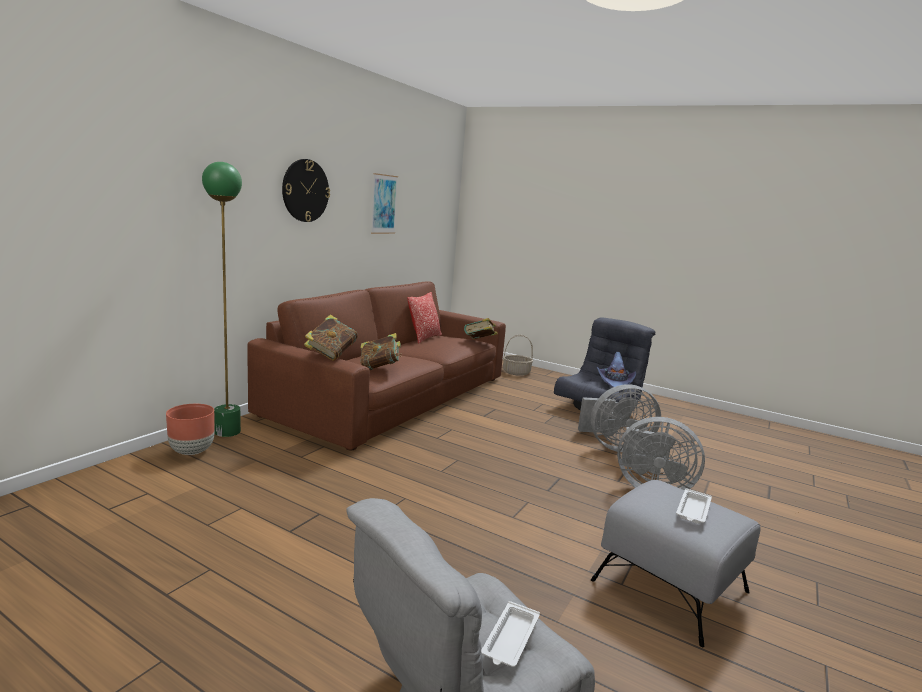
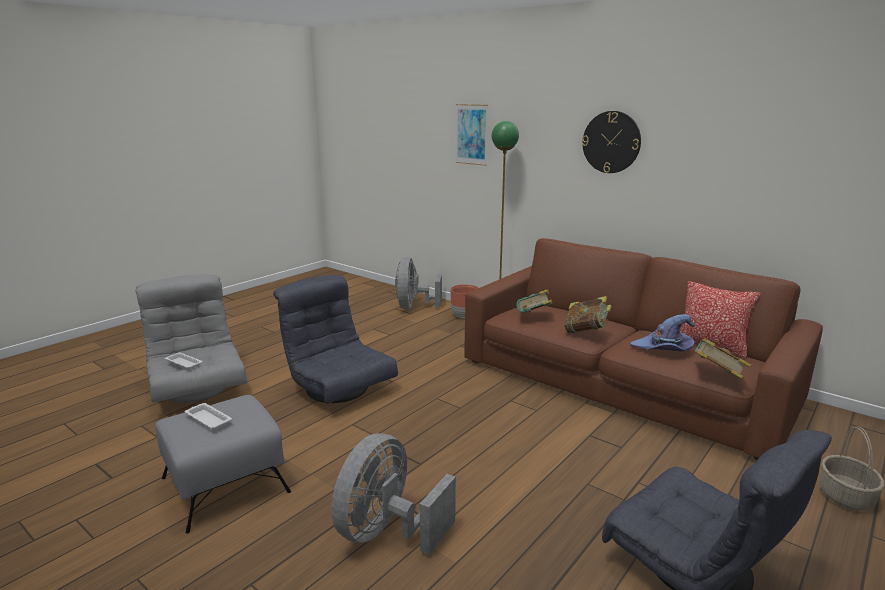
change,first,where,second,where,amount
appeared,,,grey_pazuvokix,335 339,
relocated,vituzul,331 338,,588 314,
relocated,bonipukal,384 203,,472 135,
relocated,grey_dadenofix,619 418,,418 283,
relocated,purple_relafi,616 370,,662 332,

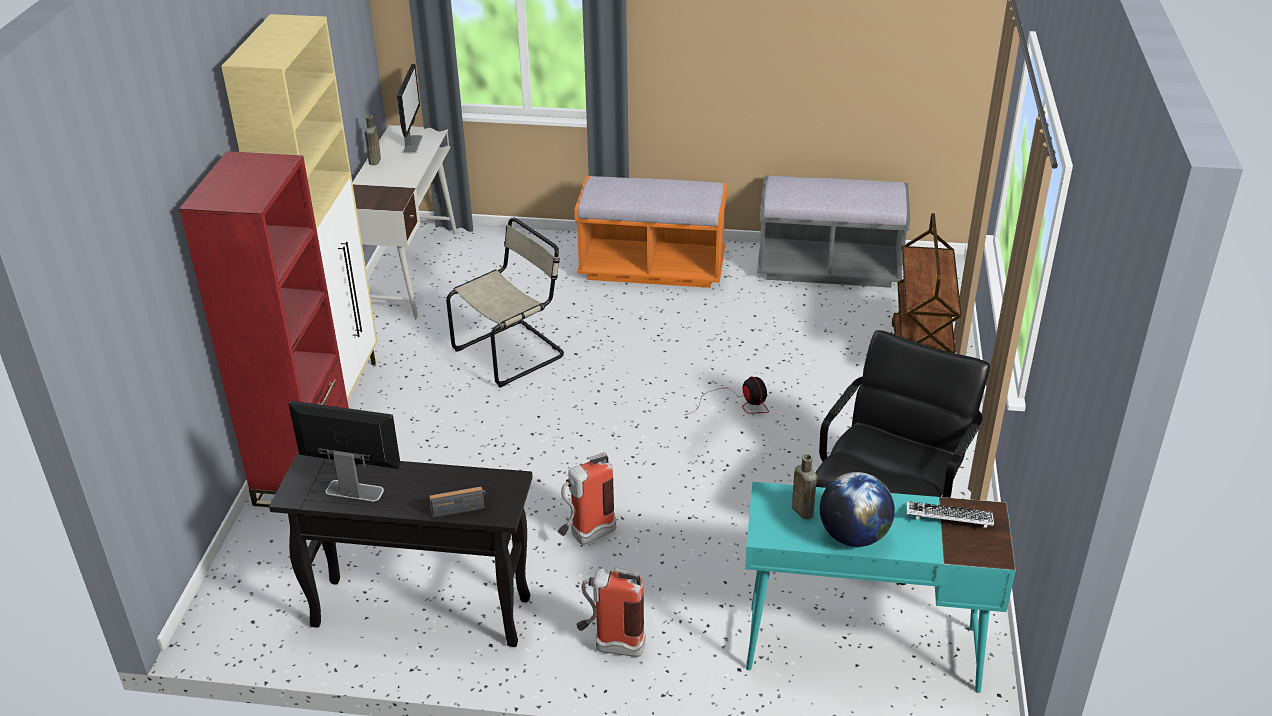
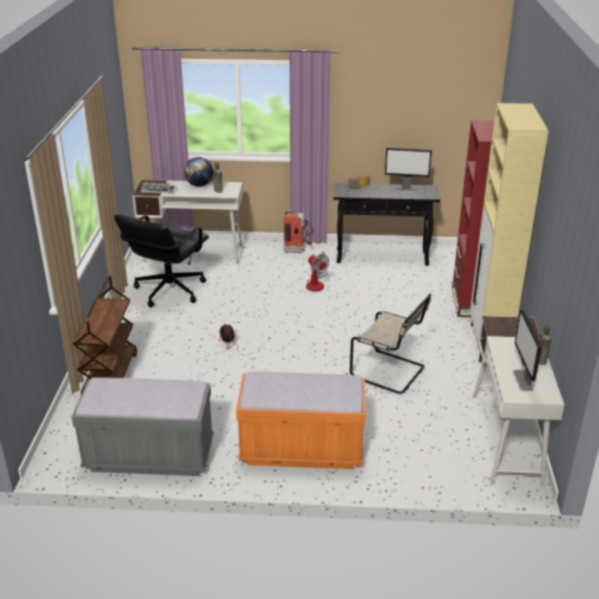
change,first,where,second,where,amount
exchanged,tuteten,587 498,dadenofix,317 271,
colour,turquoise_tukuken,880 587,white_tukuken,187 222,
spun,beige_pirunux,505 302,,390 344,105 degrees counterclockwise

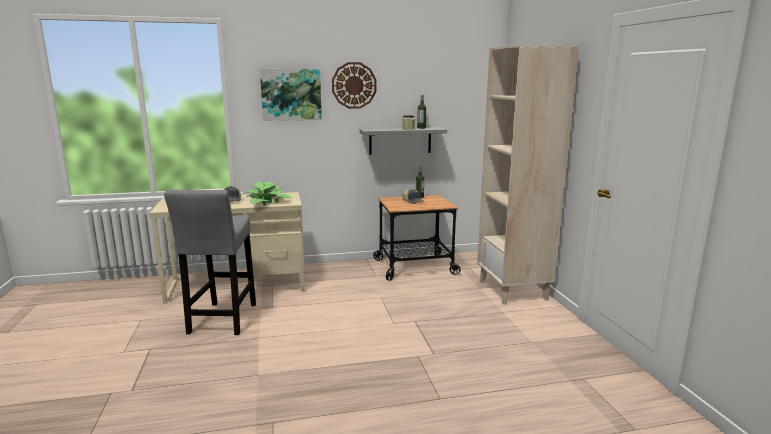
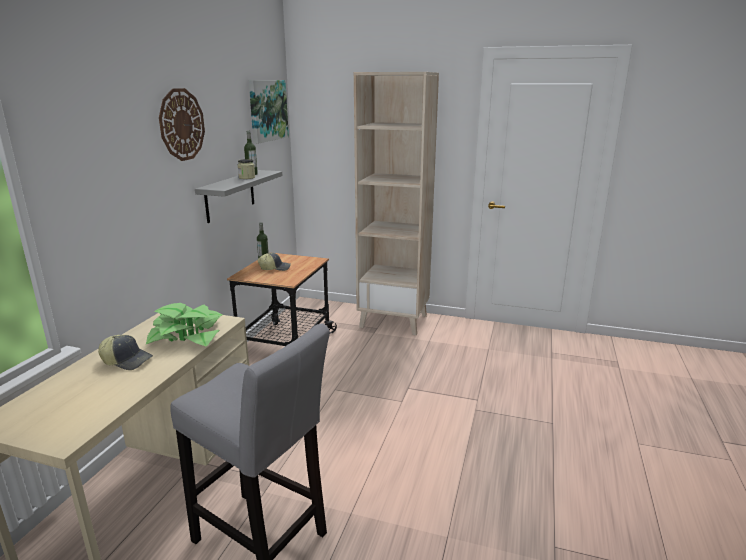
change,first,where,second,where,amount
relocated,bonipukal,291 95,,269 112,

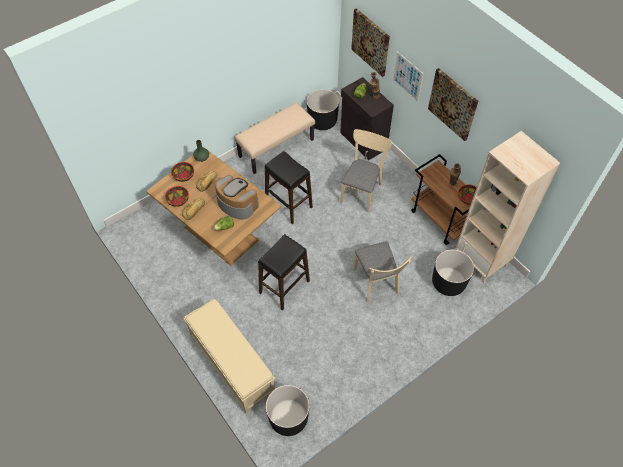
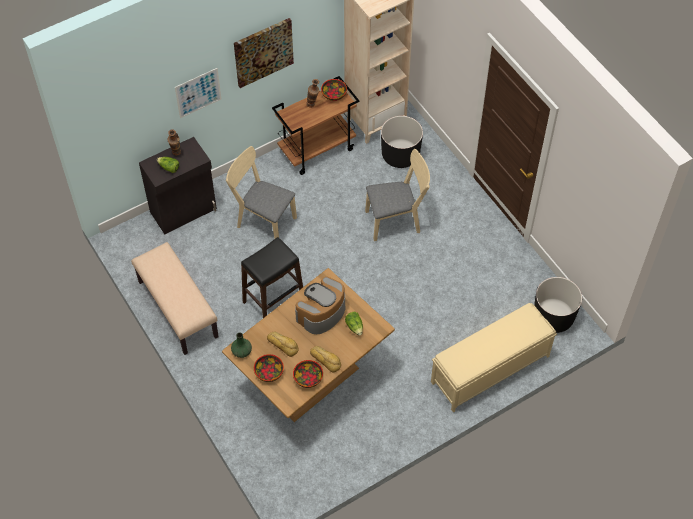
change,first,where,second,where,amount
missing,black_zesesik,284 272,,,
missing,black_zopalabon,323 109,,,
missing,bonipukal,370 42,,,

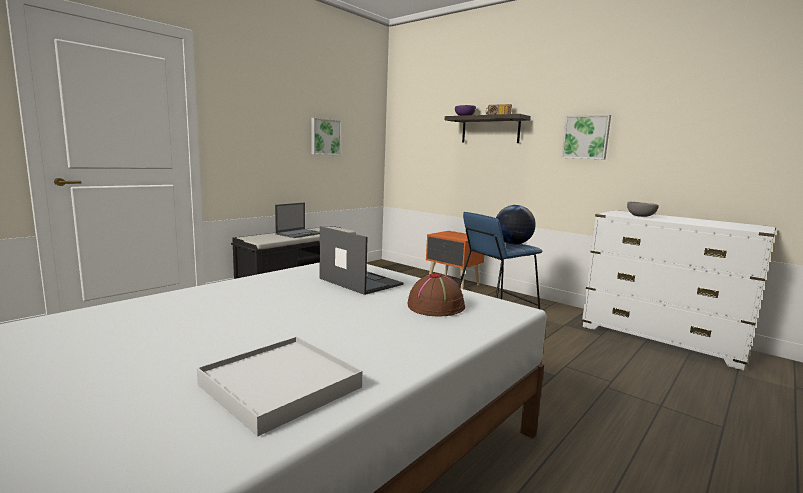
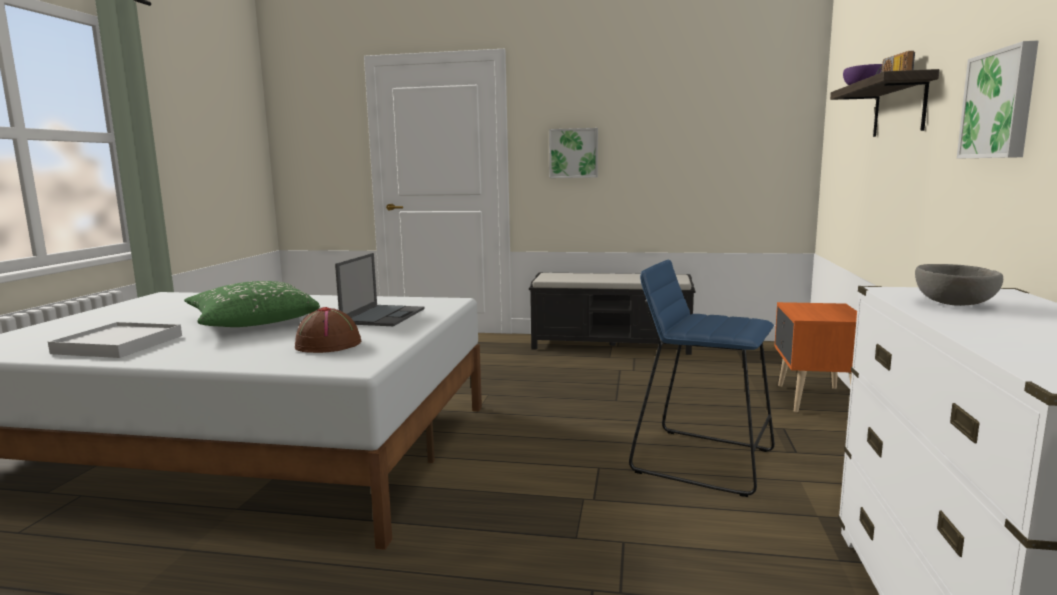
change,first,where,second,where,amount
missing,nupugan,297 220,,,
missing,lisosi,516 225,,,
appeared,,,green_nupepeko,252 304,
relocated,bonipukal,326 136,,573 153,

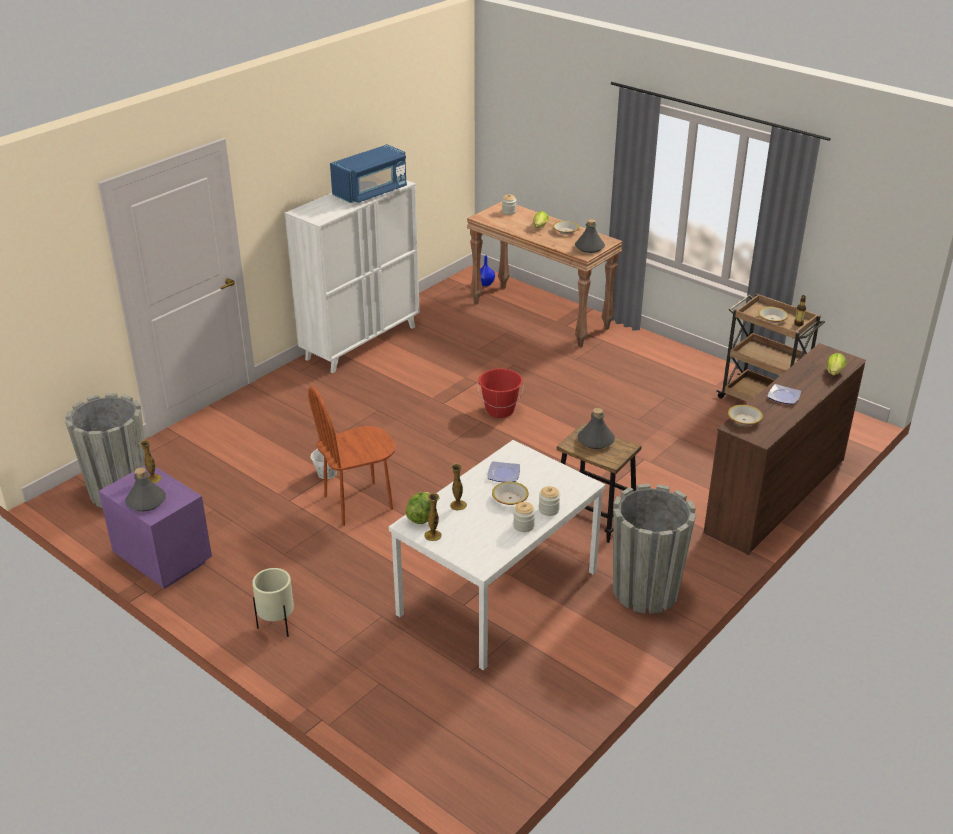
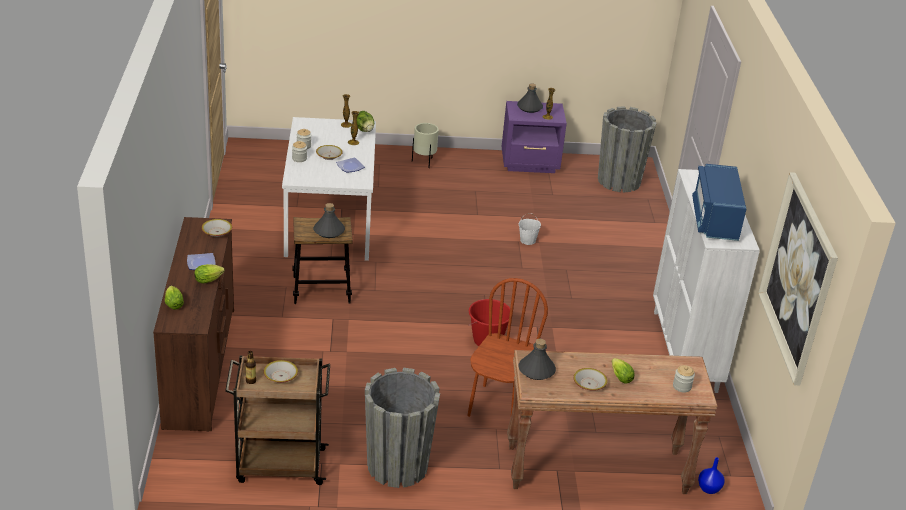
change,first,where,second,where,amount
appeared,,,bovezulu,209 274,
appeared,,,bonipukal,798 278,
relocated,brown_pirunux,352 456,,507 347,
relocated,grey_zopalabon,654 549,,402 427,

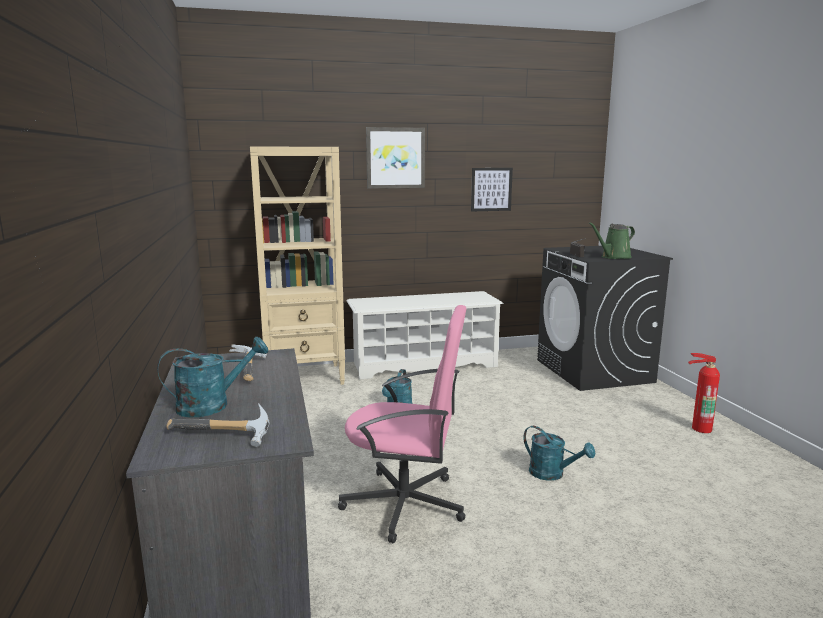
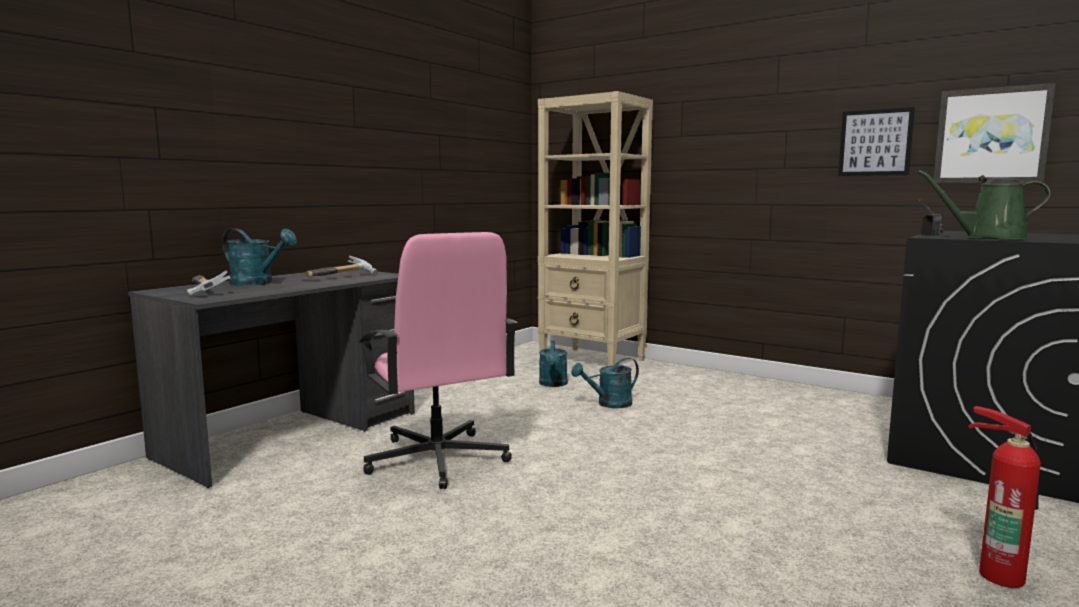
change,first,where,second,where,amount
missing,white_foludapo,425 335,,,
relocated,bonipukal,395 158,,995 133,
relocated,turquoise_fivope,559 453,,553 363,

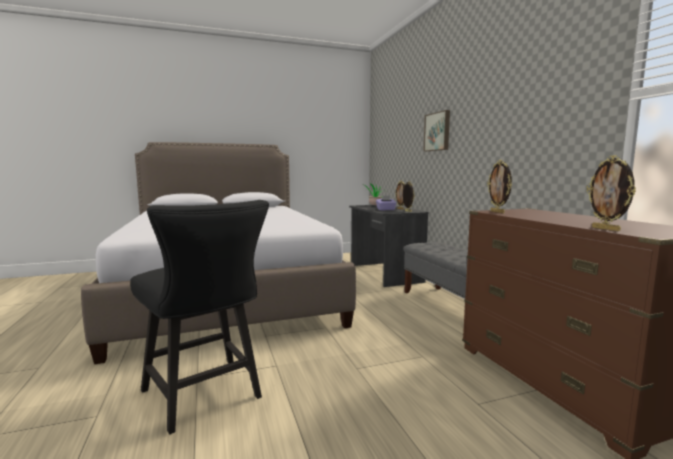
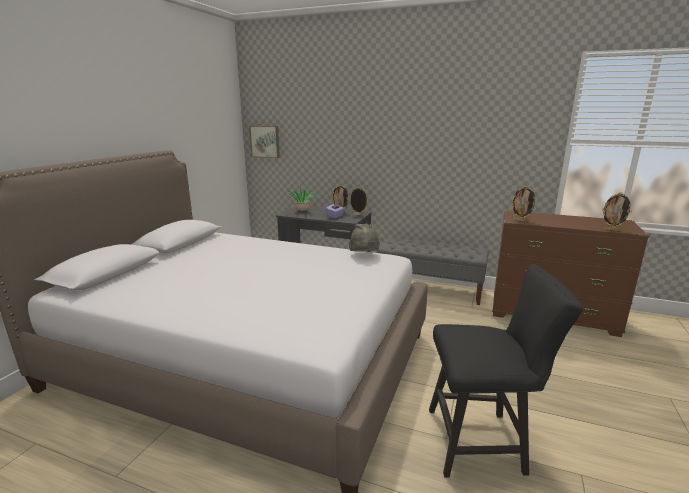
change,first,where,second,where,amount
appeared,,,grey_relafi,364 237,
relocated,bonipukal,436 130,,264 142,

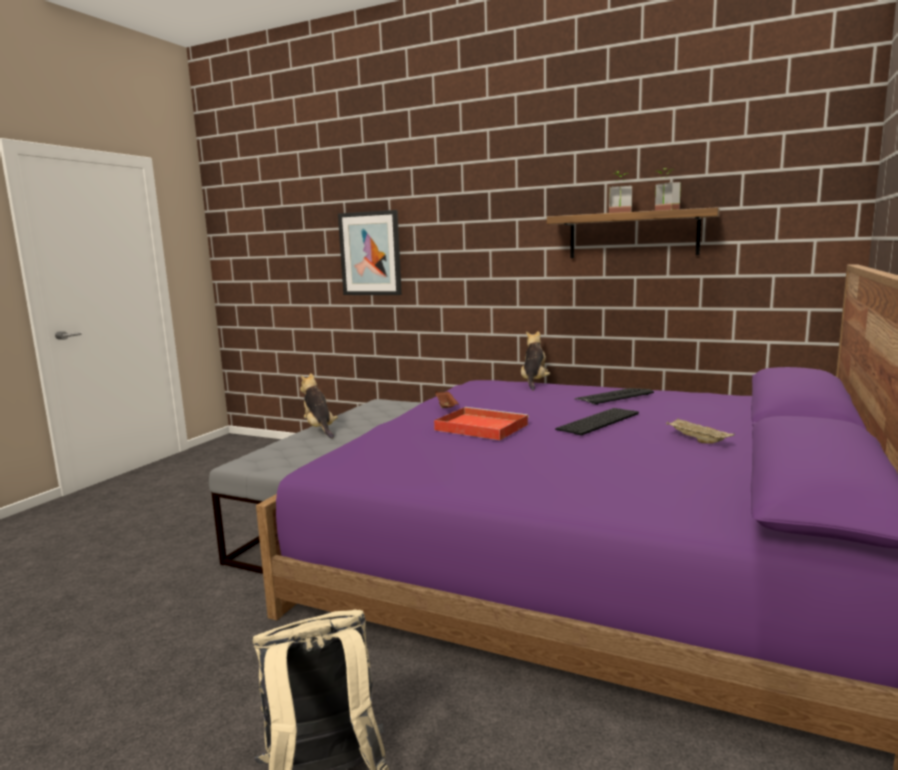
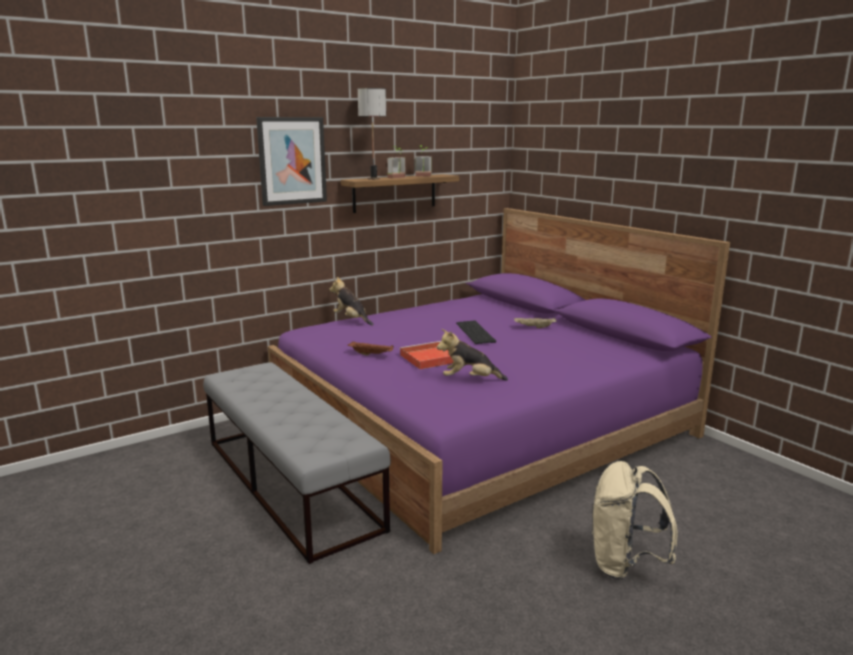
change,first,where,second,where,amount
missing,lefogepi,614 396,,,
appeared,,,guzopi,372 134,
relocated,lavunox,319 405,,472 355,
relocated,bonipukal,370 252,,291 161,

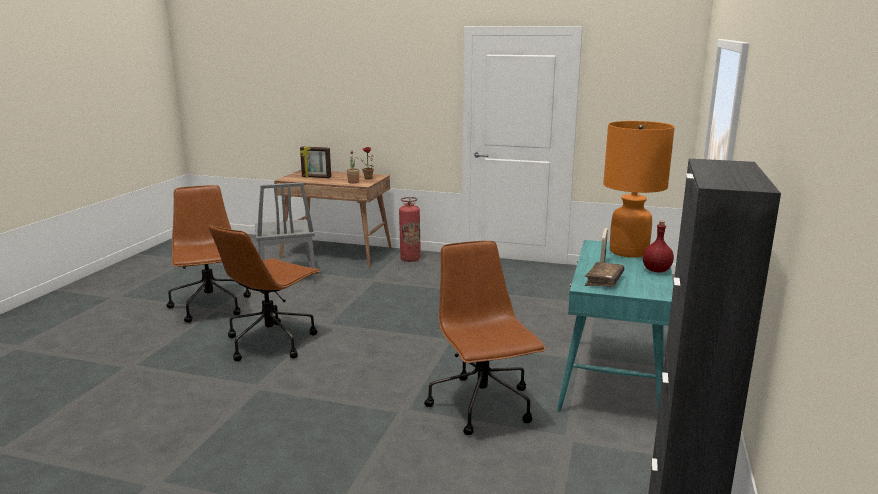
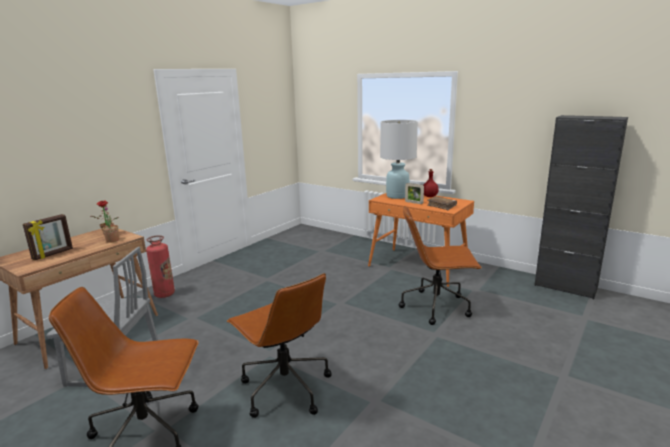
change,first,where,second,where,amount
colour,turquoise_tukuken,615 326,orange_tukuken,421 240,
colour,orange_guzopi,639 189,white_guzopi,399 159,

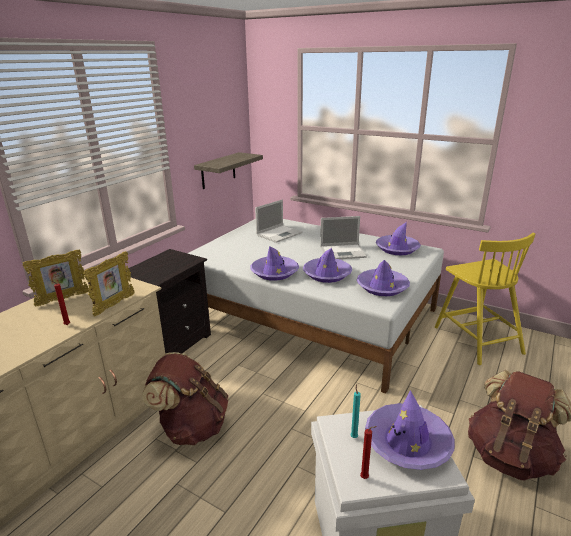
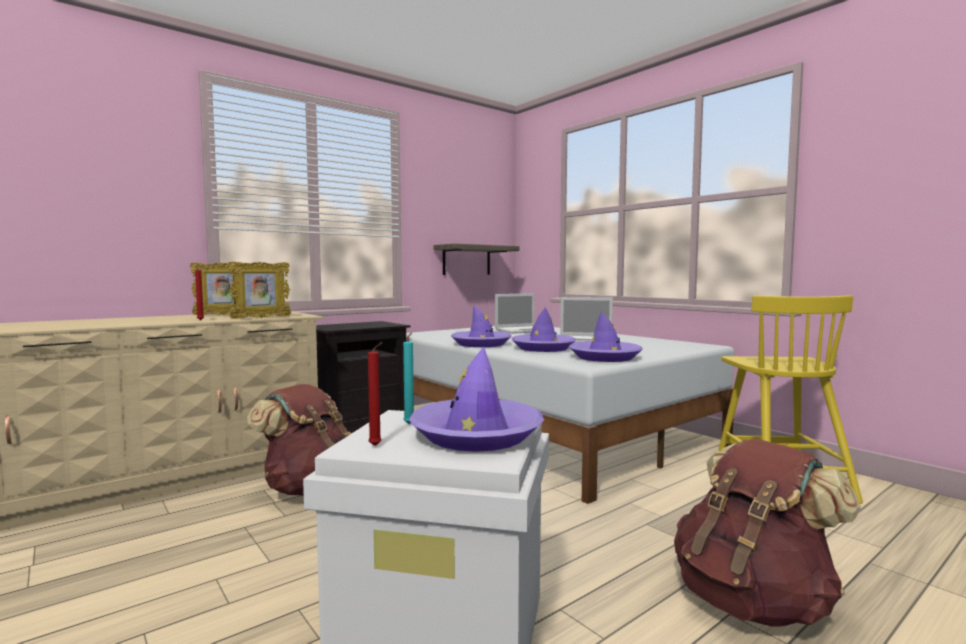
change,first,where,second,where,amount
missing,purple_relafi,398 238,,,

